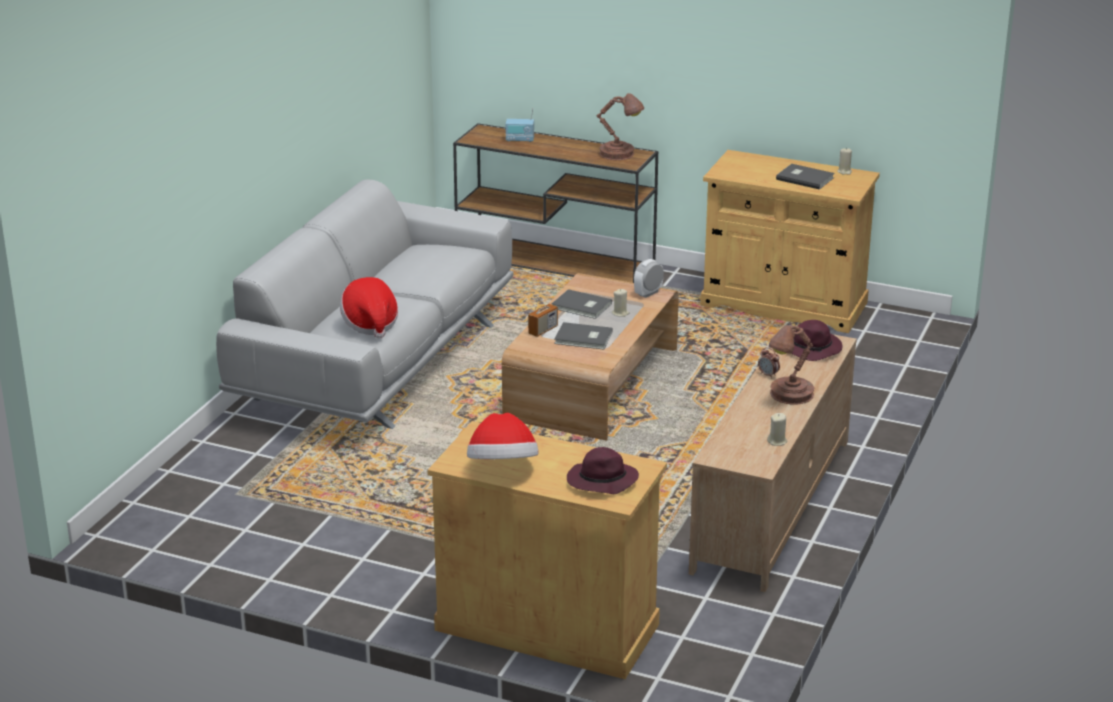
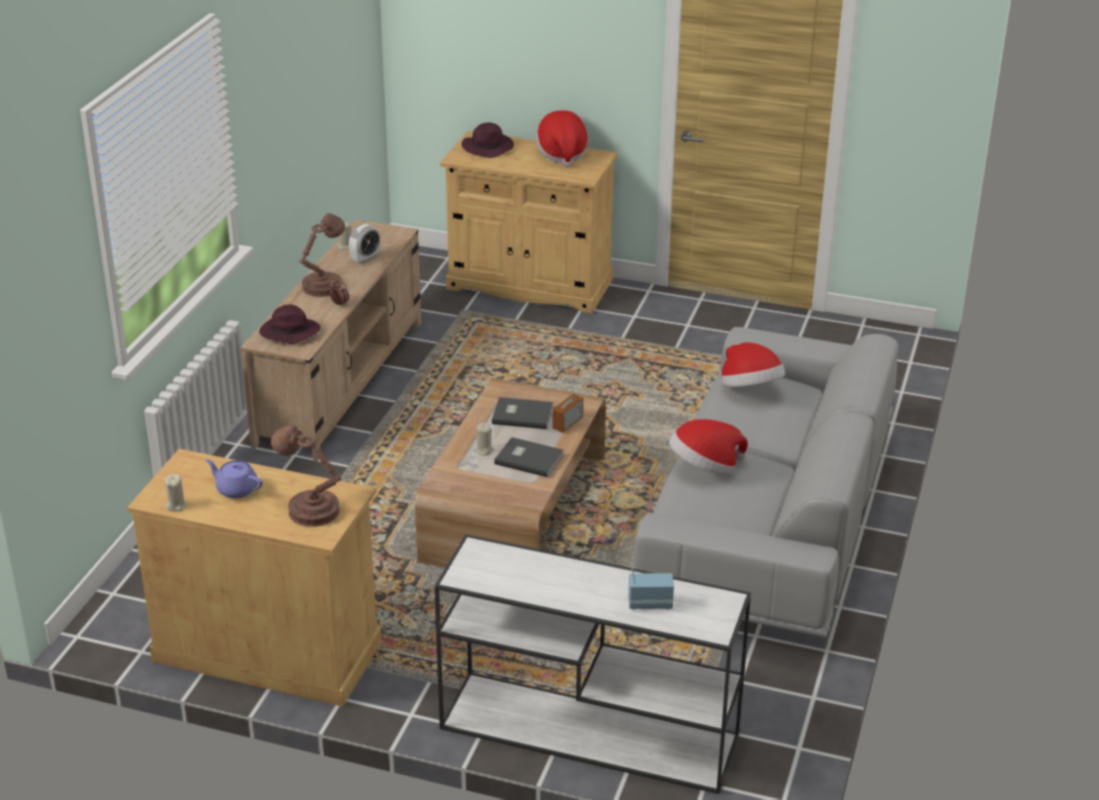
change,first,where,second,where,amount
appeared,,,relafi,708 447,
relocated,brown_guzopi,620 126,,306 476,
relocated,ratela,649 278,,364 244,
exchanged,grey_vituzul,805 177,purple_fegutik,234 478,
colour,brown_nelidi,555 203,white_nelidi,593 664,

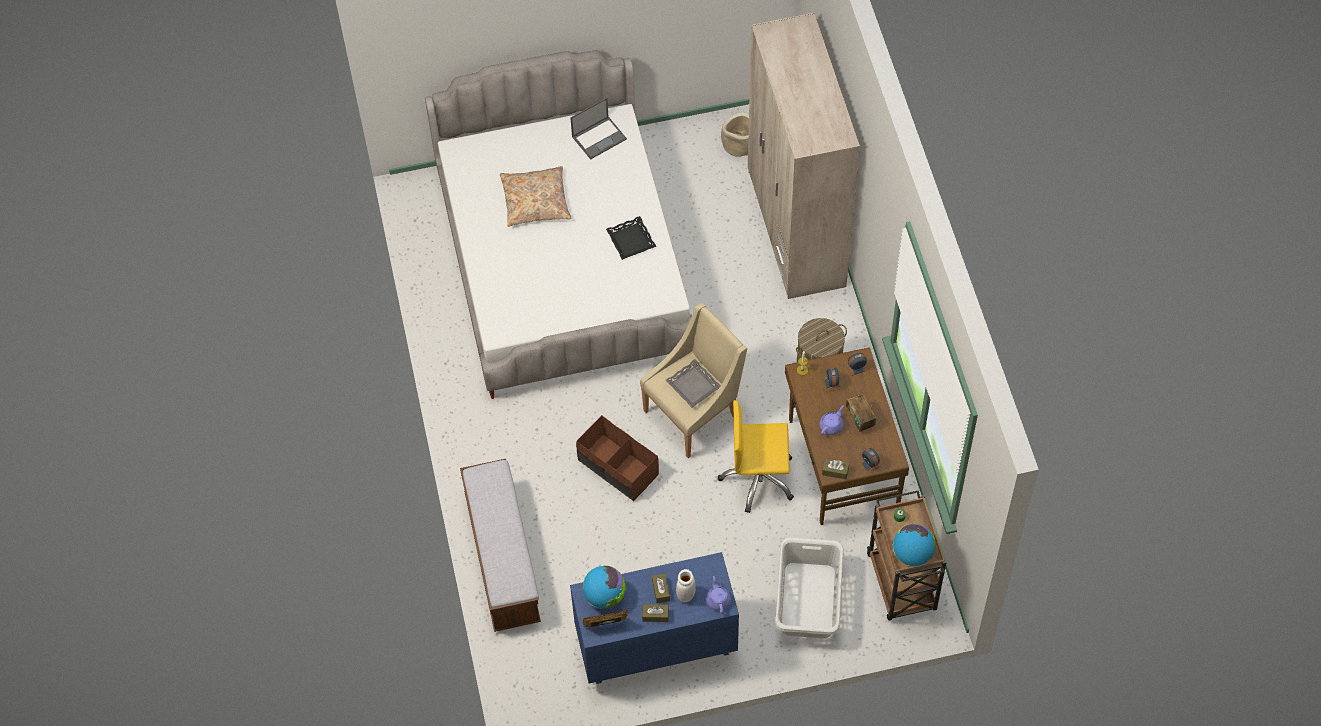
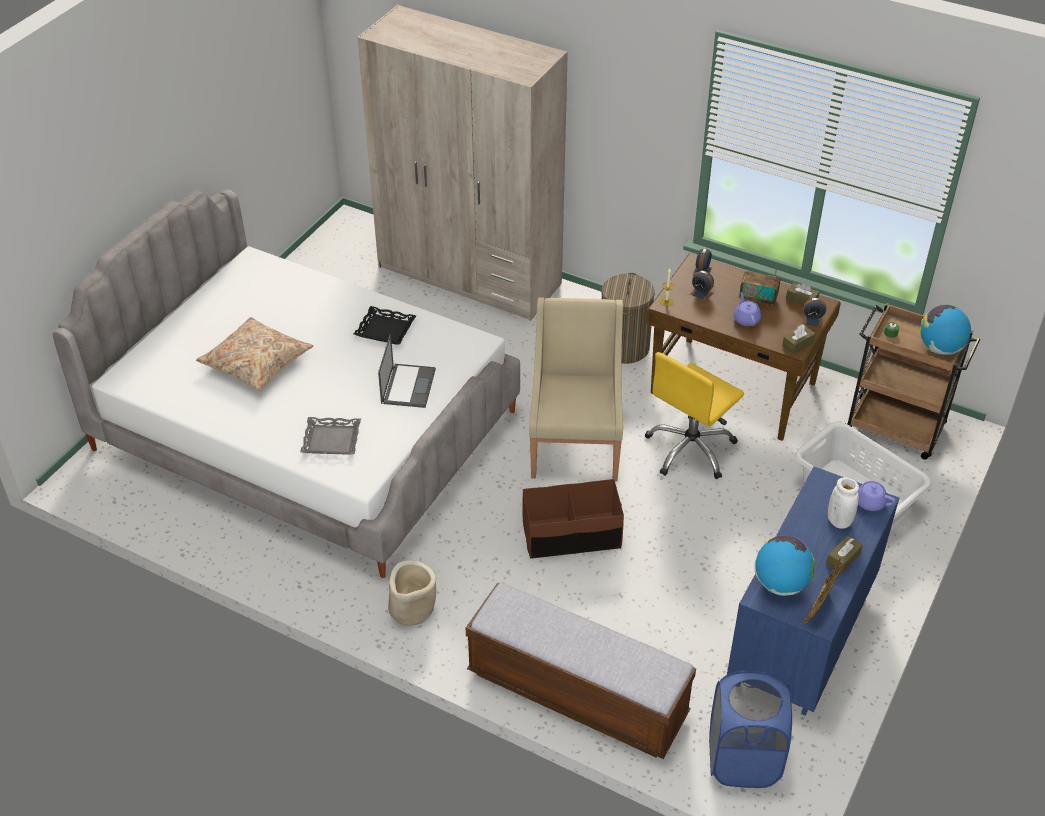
change,first,where,second,where,amount
appeared,,,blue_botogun,750 729,
relocated,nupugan,598 129,,407 371,
relocated,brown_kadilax,661 588,,803 294,
relocated,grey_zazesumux,693 383,,330 436,
relocated,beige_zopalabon,735 134,,412 592,

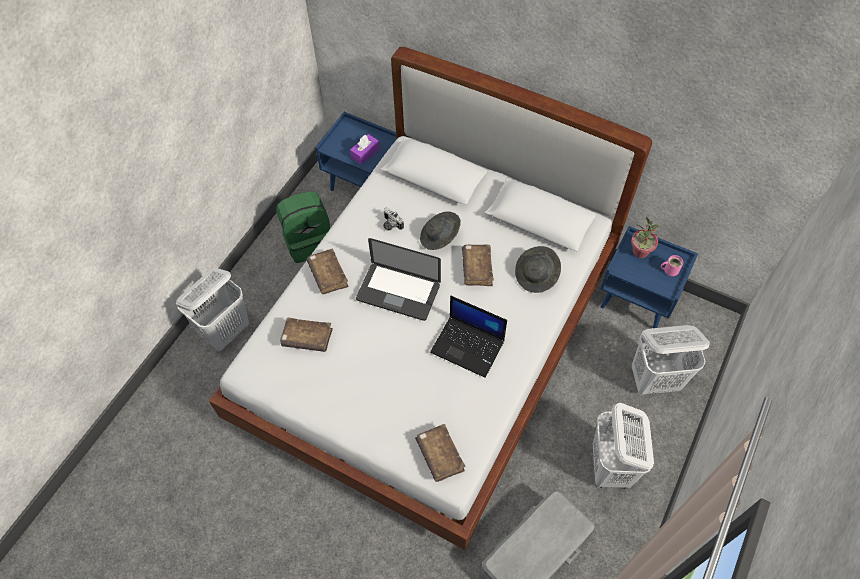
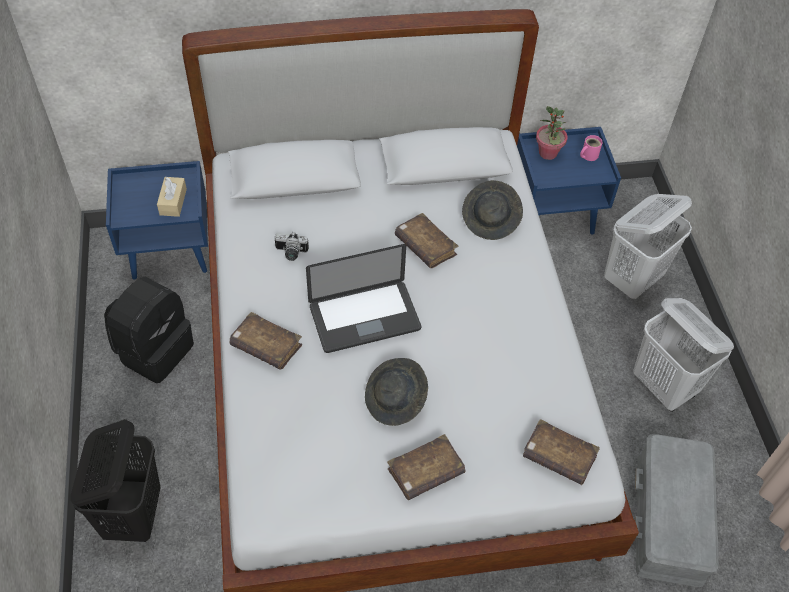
change,first,where,second,where,amount
missing,nupugan,468 337,,,
relocated,brown_vituzul,306 334,,426 467,
relocated,grey_relafi,440 230,,396 392,
colour,white_botogun,212 309,black_botogun,116 480,
colour,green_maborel,303 227,black_maborel,149 330,
colour,purple_kadilax,365 149,beige_kadilax,172 197,

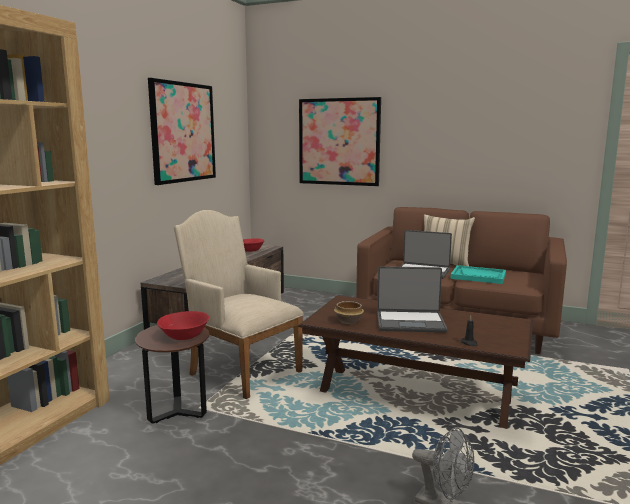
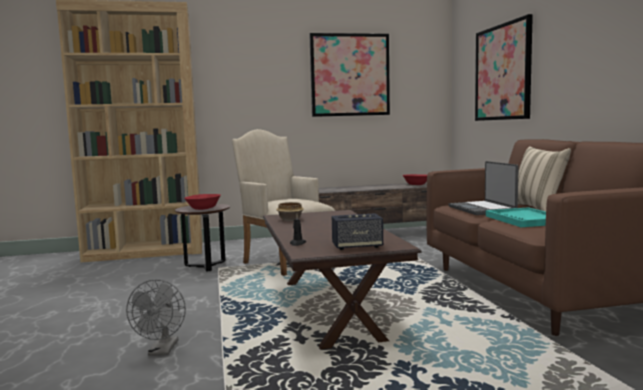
change,first,where,second,where,amount
missing,nupugan,412 299,,,
appeared,,,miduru,357 231,
spun,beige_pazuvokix,239 304,,283 202,45 degrees counterclockwise

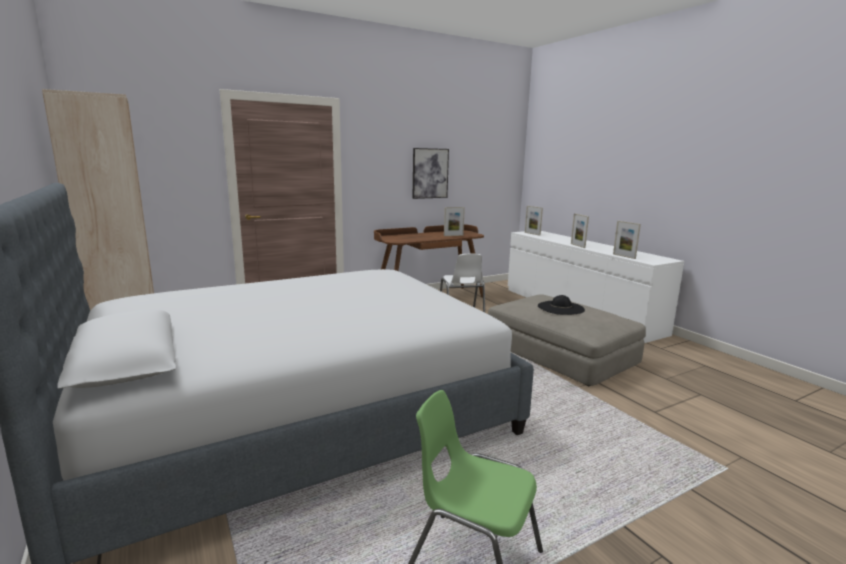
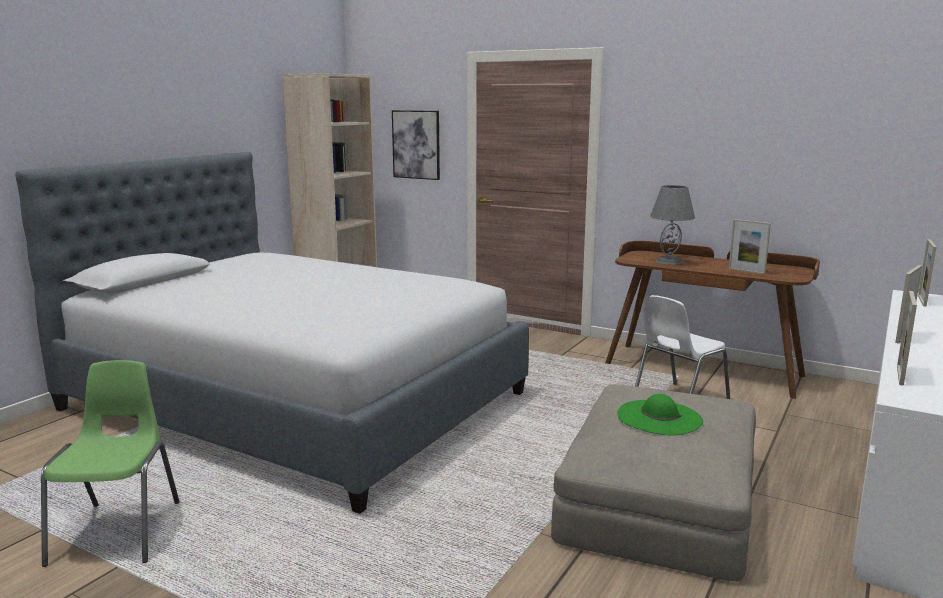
change,first,where,second,where,amount
appeared,,,grey_guzopi,672 225,
relocated,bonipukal,431 173,,416 145,
colour,black_relafi,561 305,green_relafi,660 414,

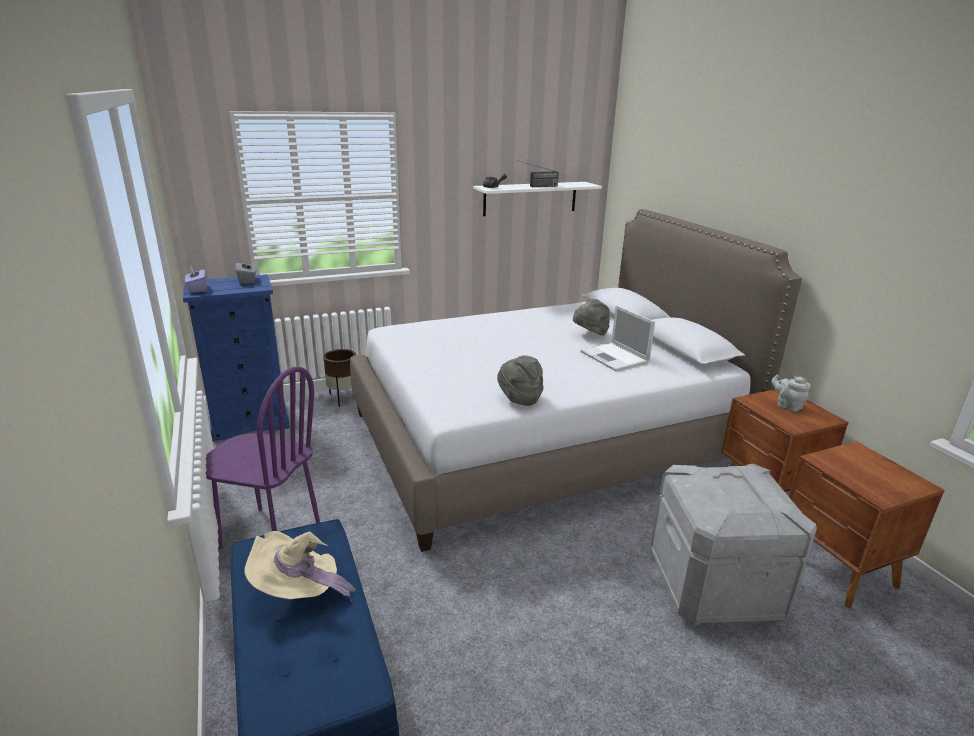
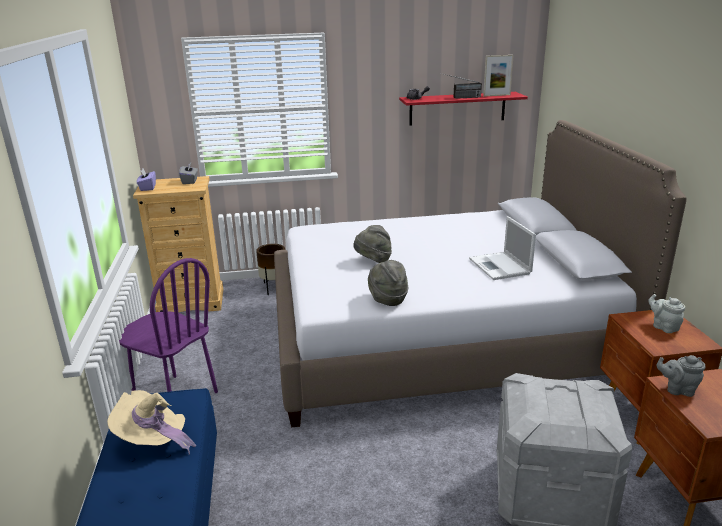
change,first,where,second,where,amount
appeared,,,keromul,498 76,
appeared,,,grey_fegutik,681 376,
relocated,grey_relafi,591 317,,372 244,
colour,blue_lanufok,236 357,beige_lanufok,178 244,
colour,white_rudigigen,537 199,red_rudigigen,463 108,

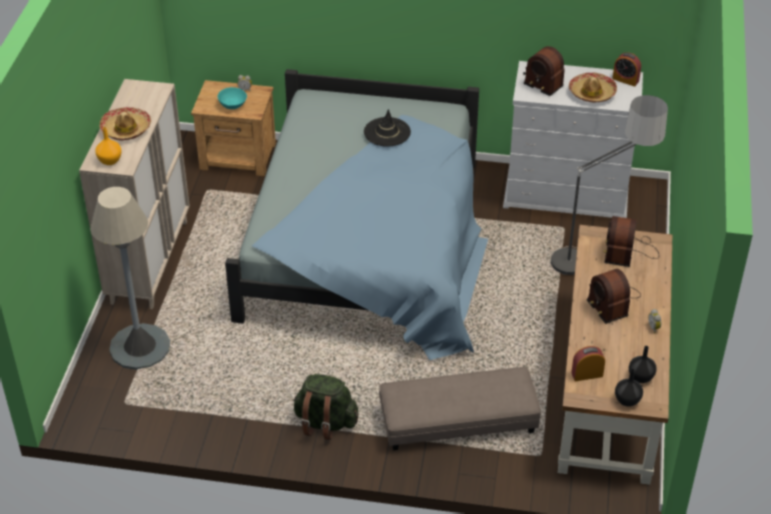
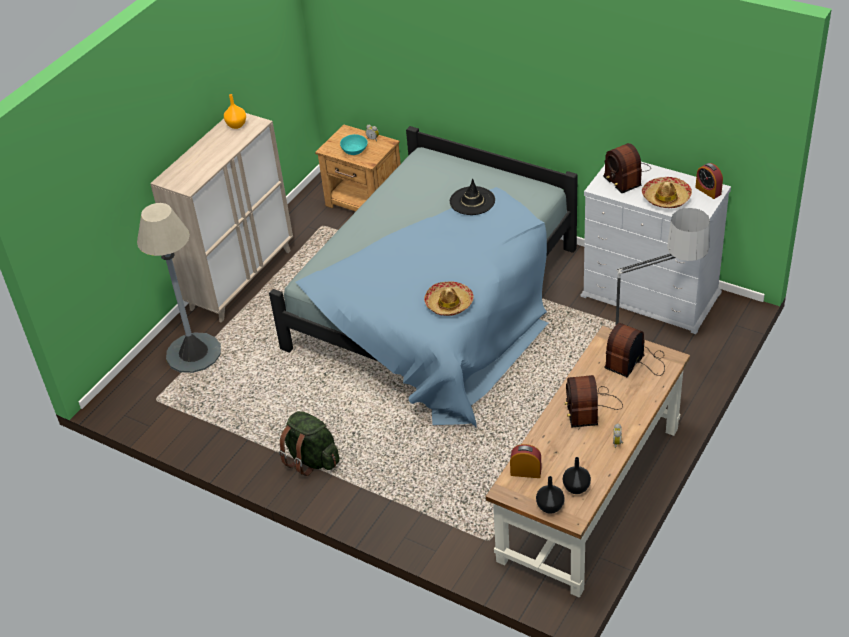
change,first,where,second,where,amount
missing,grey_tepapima,460 408,,,
relocated,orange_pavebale,108 146,,235 111,
relocated,relafi,125 123,,449 298,

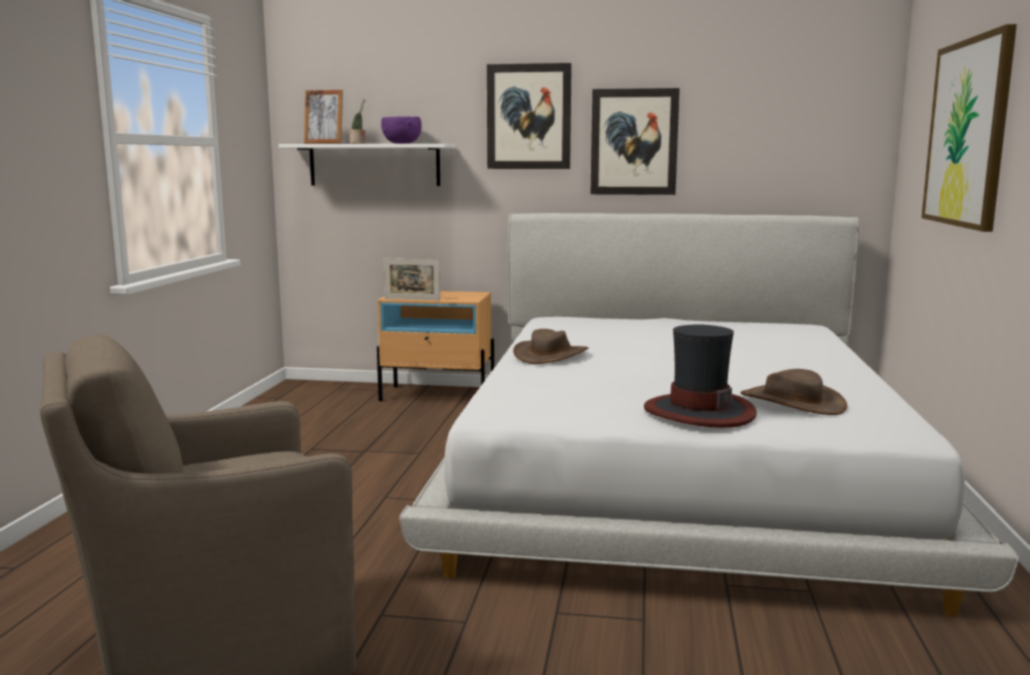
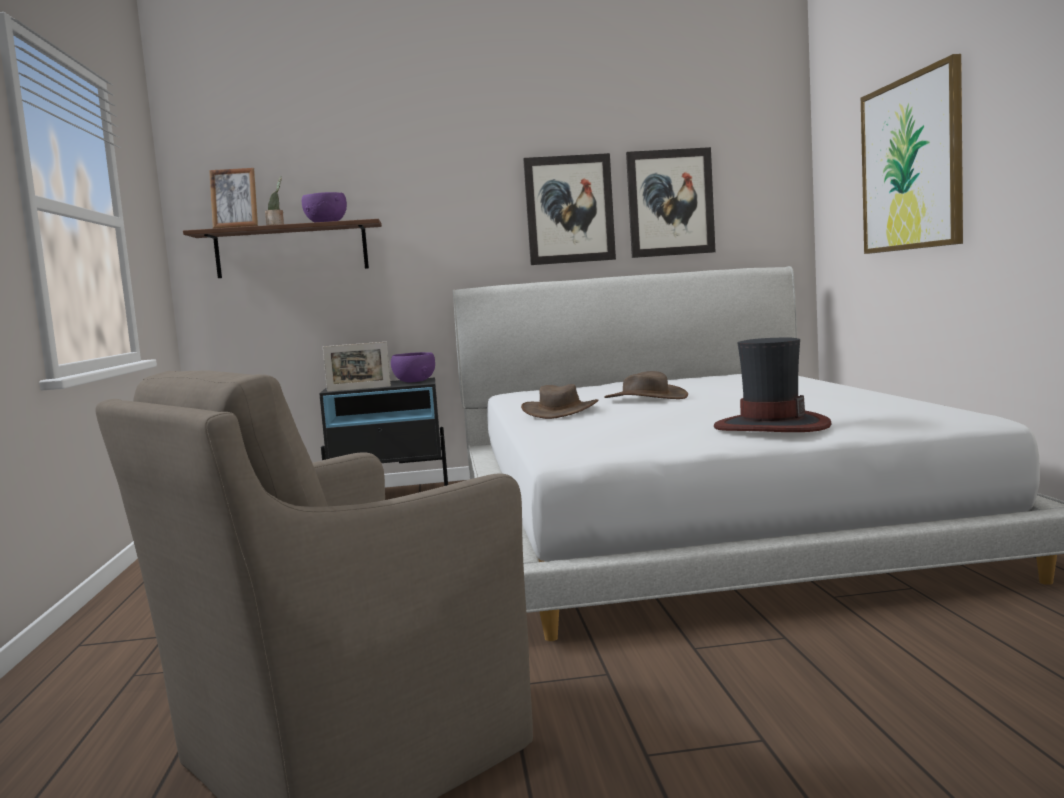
change,first,where,second,where,amount
appeared,,,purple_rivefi,413 367,
relocated,bonipukal,529 116,,670 202,
relocated,brown_relafi,794 392,,646 385,
colour,white_rudigigen,367 165,brown_rudigigen,282 248,
colour,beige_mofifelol,435 346,black_mofifelol,383 432,

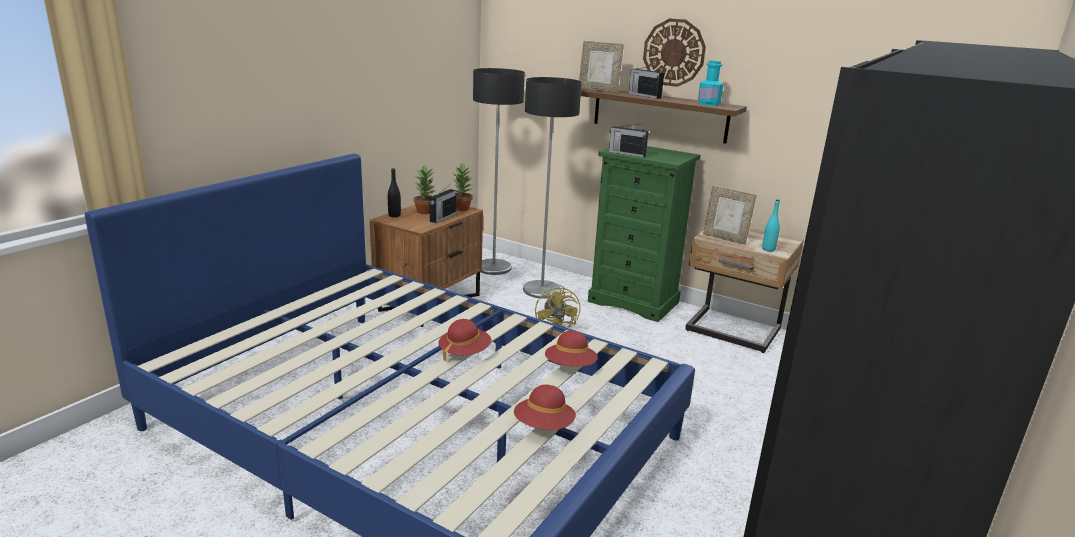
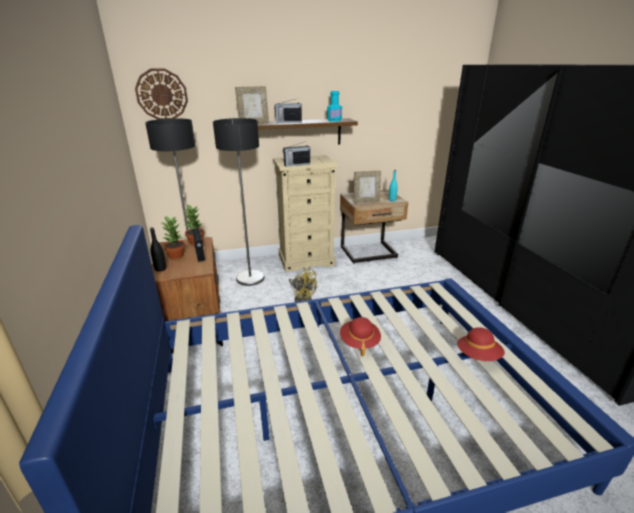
change,first,where,second,where,amount
missing,red_relafi,571 349,,,
relocated,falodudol,674 52,,161 94,
colour,green_lanufok,644 234,beige_lanufok,305 213,

